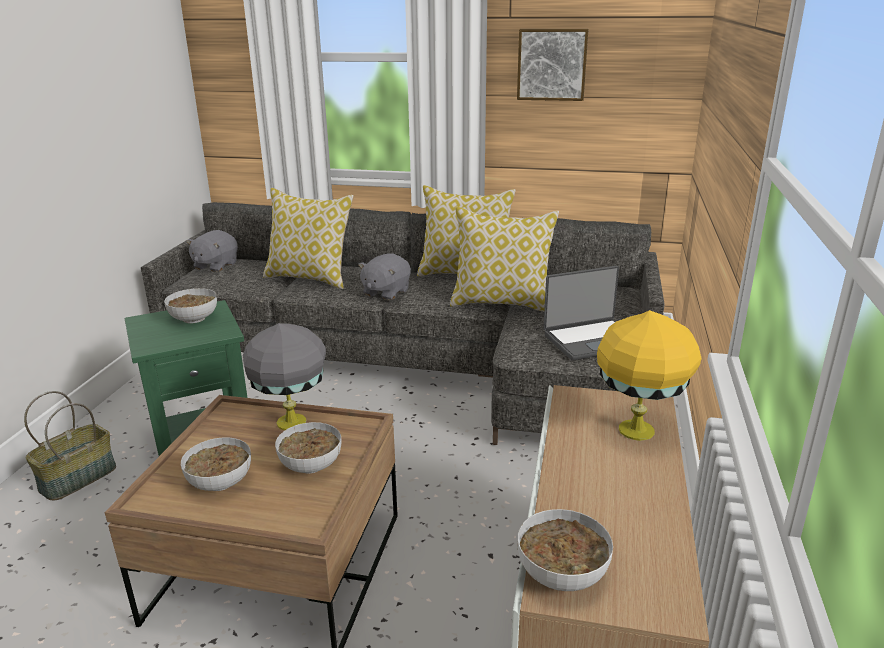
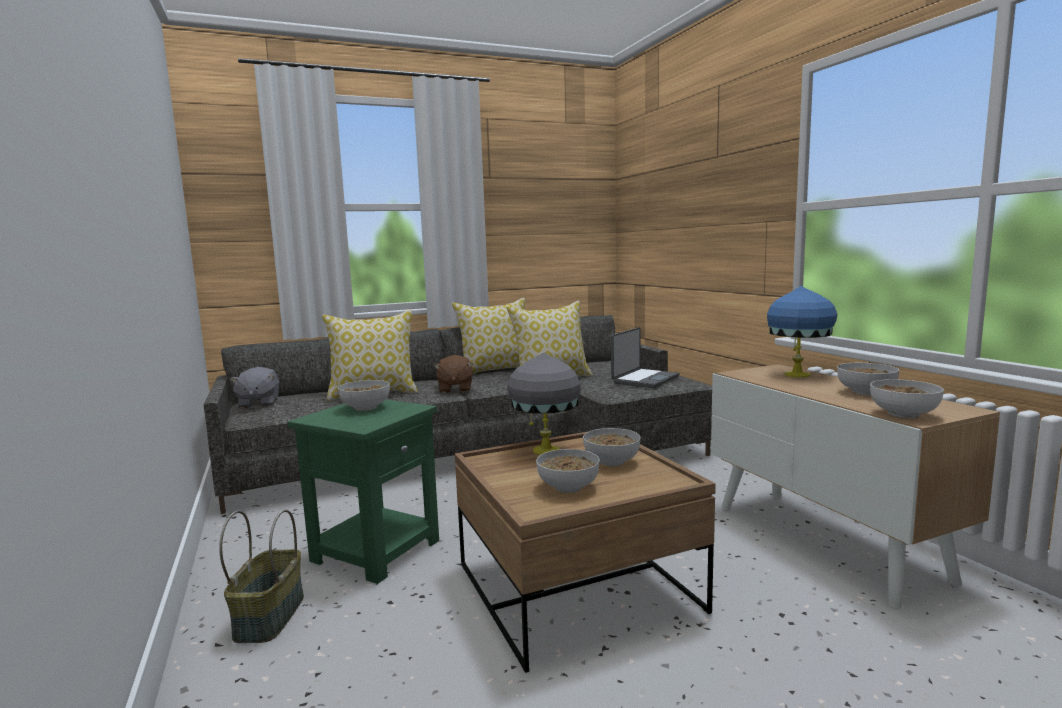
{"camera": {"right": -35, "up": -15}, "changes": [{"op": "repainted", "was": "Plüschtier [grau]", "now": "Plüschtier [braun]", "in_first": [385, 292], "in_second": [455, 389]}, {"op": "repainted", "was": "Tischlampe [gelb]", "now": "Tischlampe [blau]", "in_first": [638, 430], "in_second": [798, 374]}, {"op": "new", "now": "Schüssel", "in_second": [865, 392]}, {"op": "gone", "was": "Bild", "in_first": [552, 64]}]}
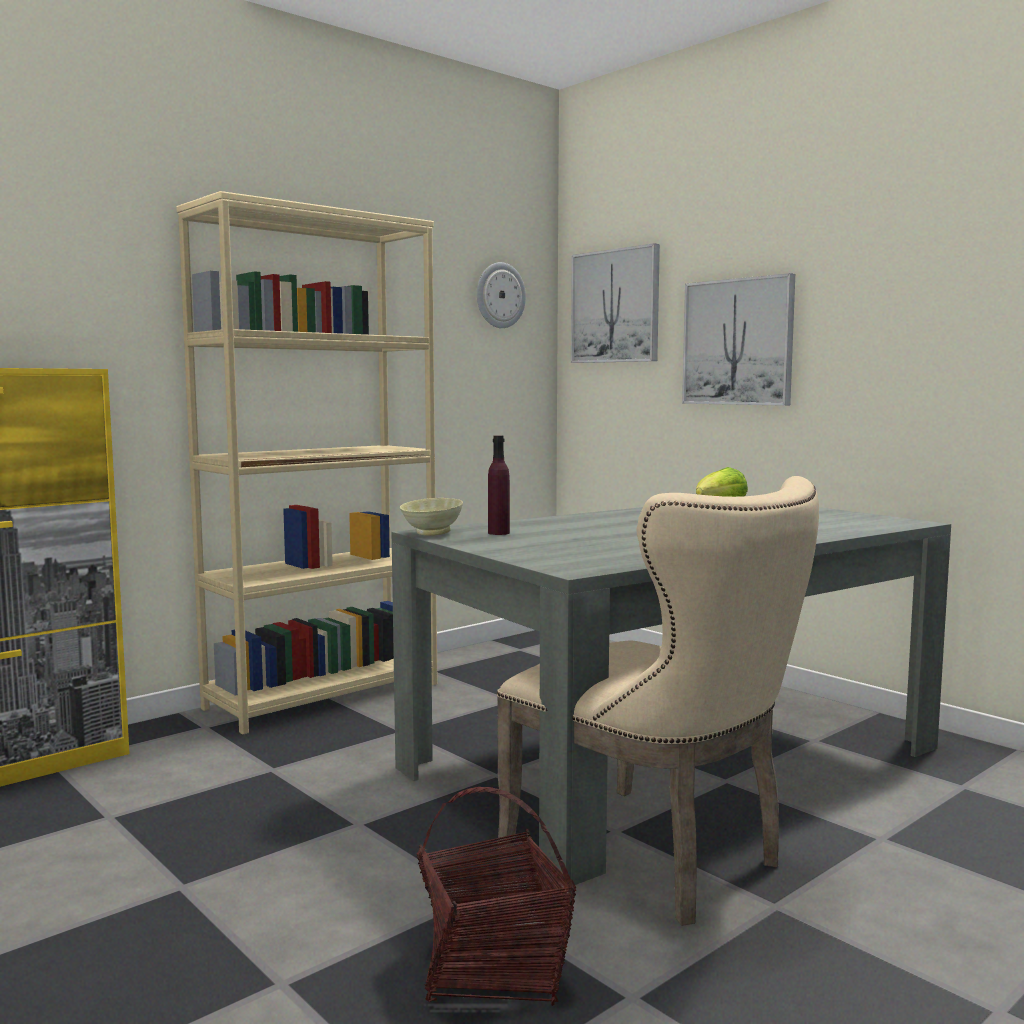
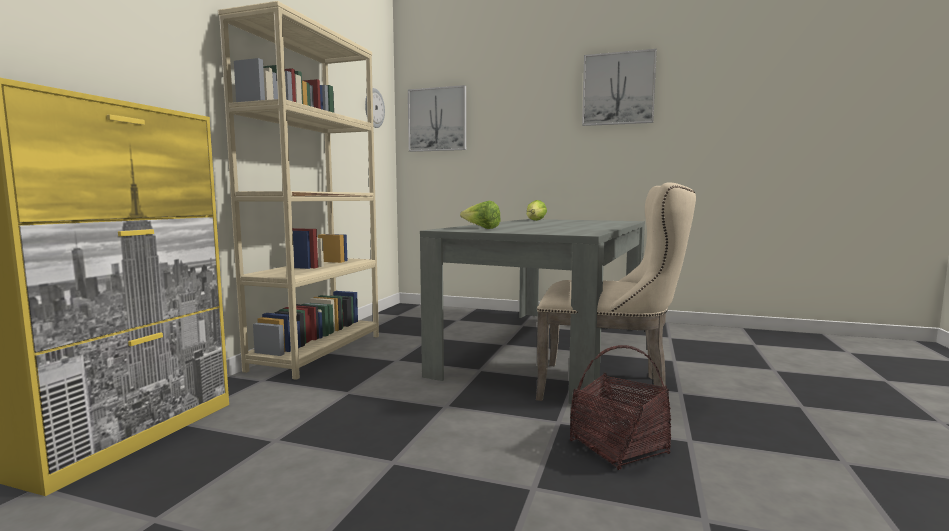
{"camera": {"right": -30, "up": 0}, "changes": [{"op": "swapped", "was": "Flasche [lila]", "now": "Salatkopf", "in_first": [498, 533], "in_second": [481, 228]}, {"op": "shifted", "was": "Bild", "in_first": [738, 342], "in_second": [618, 89]}, {"op": "gone", "was": "Schüssel [beige]", "in_first": [431, 533]}]}
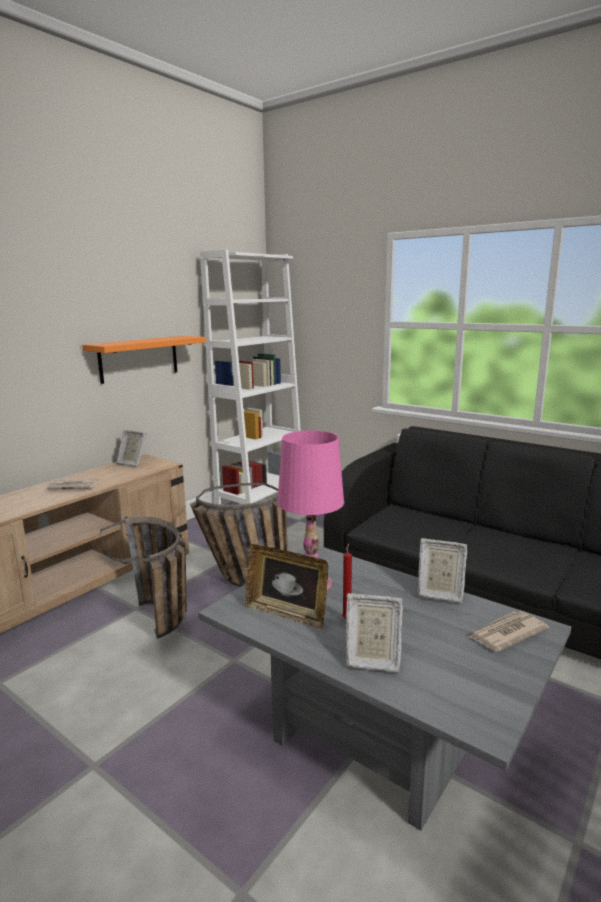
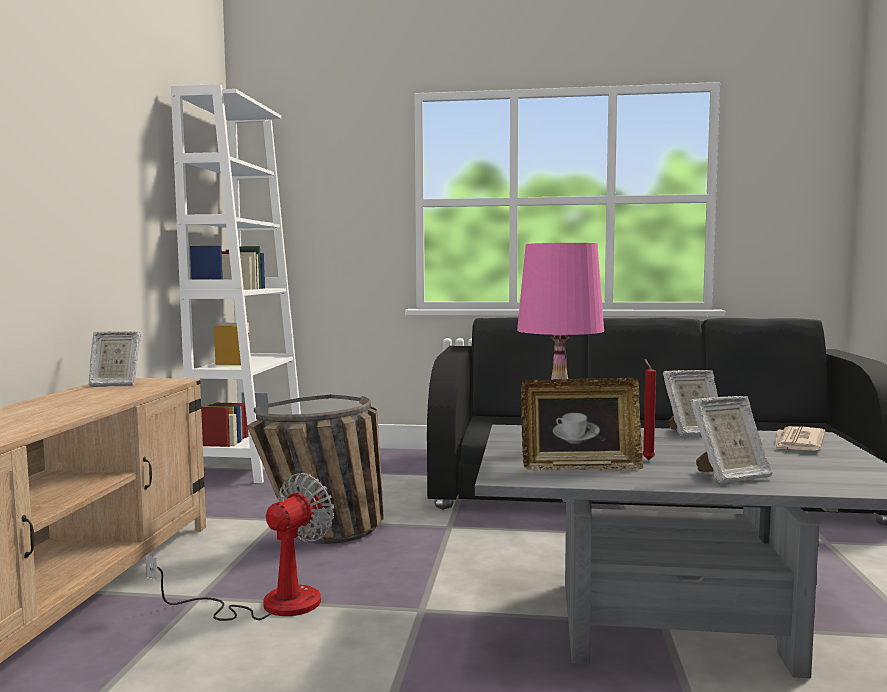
{"camera": {"right": -30, "up": -10}, "changes": [{"op": "swapped", "was": "Korb", "now": "Ventilator", "in_first": [163, 625], "in_second": [269, 604]}, {"op": "gone", "was": "Zeitung", "in_first": [73, 488]}, {"op": "gone", "was": "Wandregal [orange]", "in_first": [139, 358]}]}
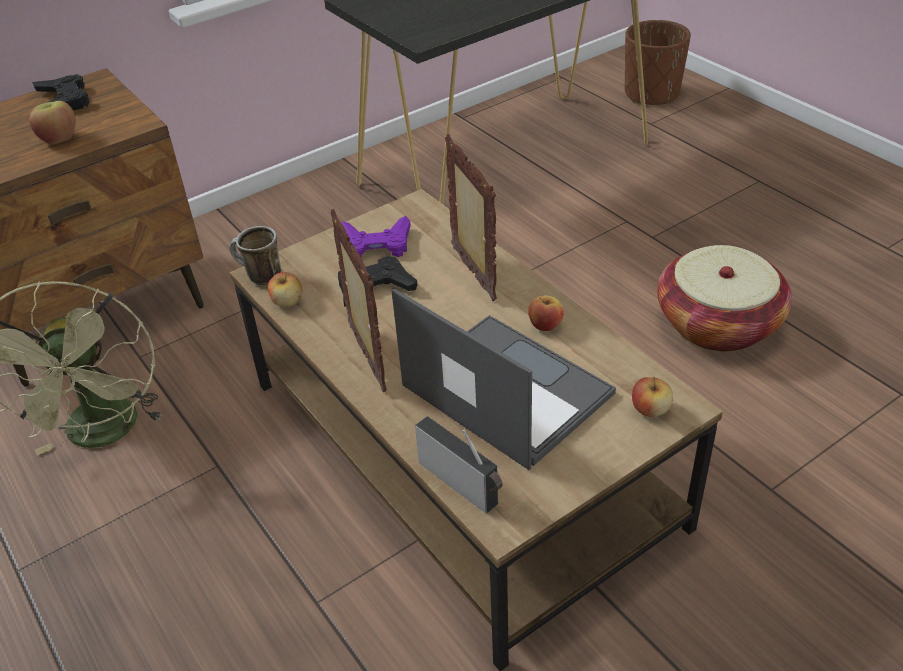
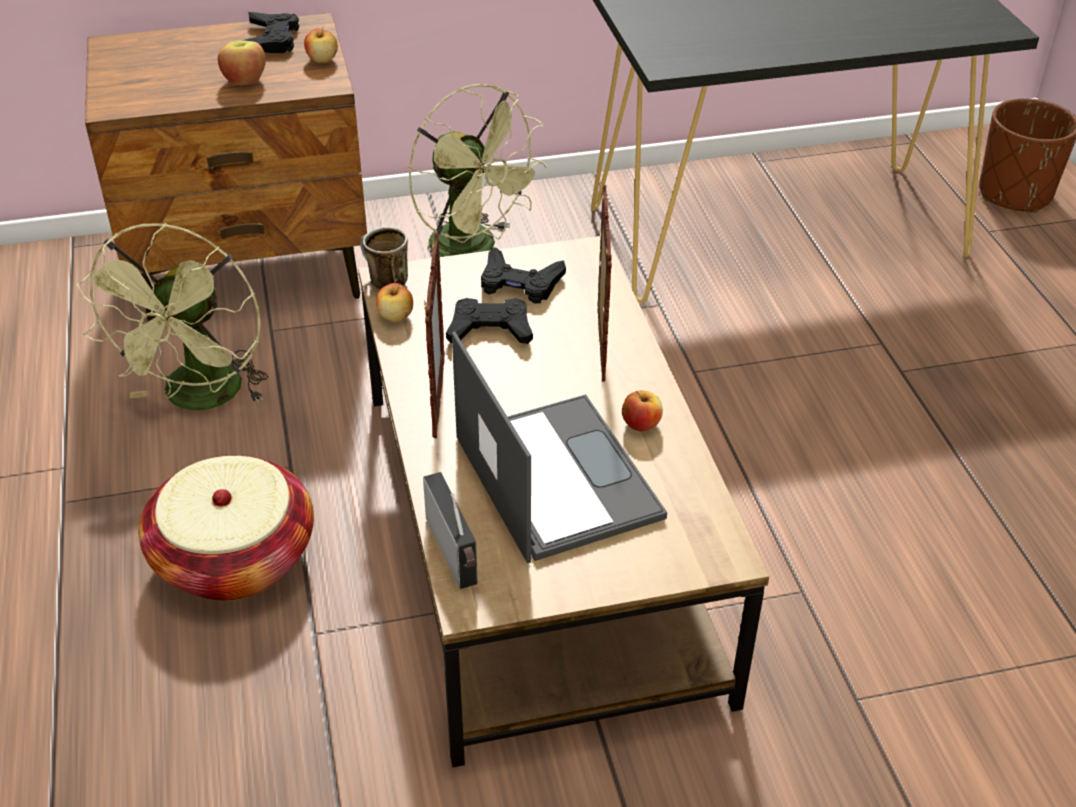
{"camera": {"right": 20, "up": 0}, "changes": [{"op": "shifted", "was": "Korb", "in_first": [717, 324], "in_second": [234, 558]}, {"op": "shifted", "was": "Apfel", "in_first": [650, 410], "in_second": [322, 60]}, {"op": "new", "now": "Ventilator [grün]", "in_second": [475, 250]}, {"op": "repainted", "was": "Gamepad [lila]", "now": "Gamepad [schwarz]", "in_first": [376, 244], "in_second": [520, 283]}]}
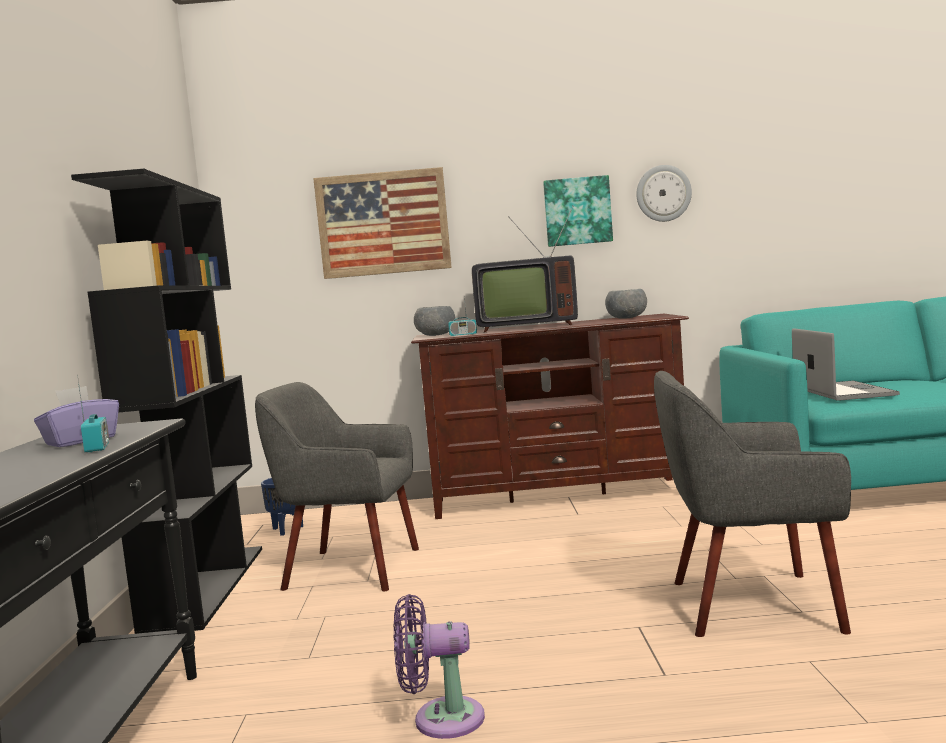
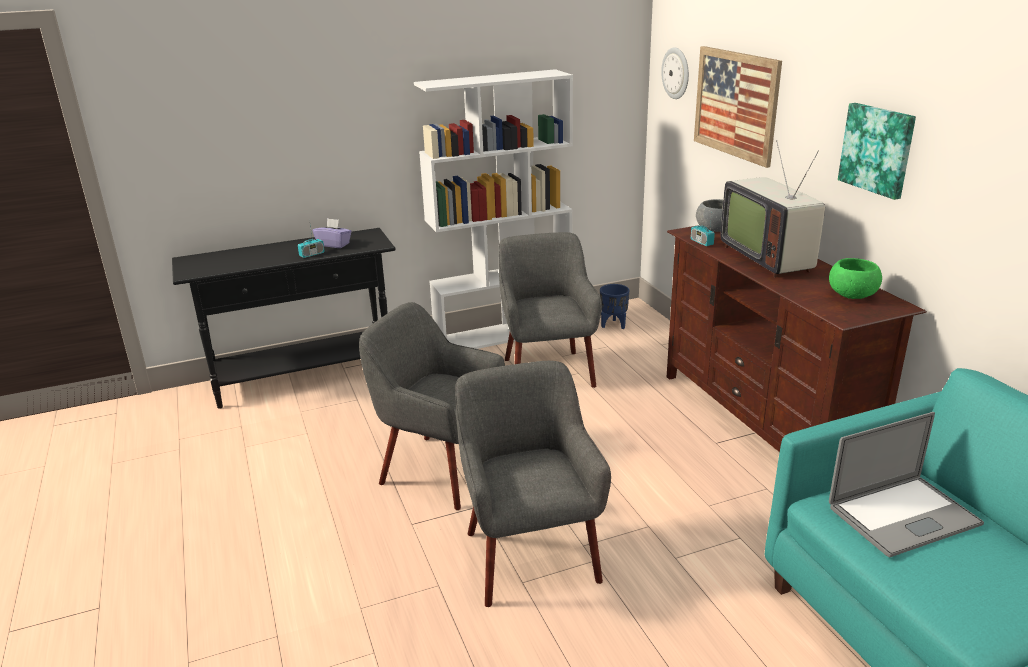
{"camera": {"right": 70, "up": 20}, "changes": [{"op": "new", "now": "Sessel [grau]", "in_second": [440, 469]}, {"op": "repainted", "was": "Bücherregal [schwarz]", "now": "Bücherregal [weiß]", "in_first": [206, 586], "in_second": [503, 334]}, {"op": "shifted", "was": "Wanduhr", "in_first": [663, 193], "in_second": [676, 73]}, {"op": "repainted", "was": "Schüssel [grau]", "now": "Schüssel [grün]", "in_first": [627, 318], "in_second": [852, 295]}, {"op": "gone", "was": "Ventilator [lila]", "in_first": [441, 719]}]}
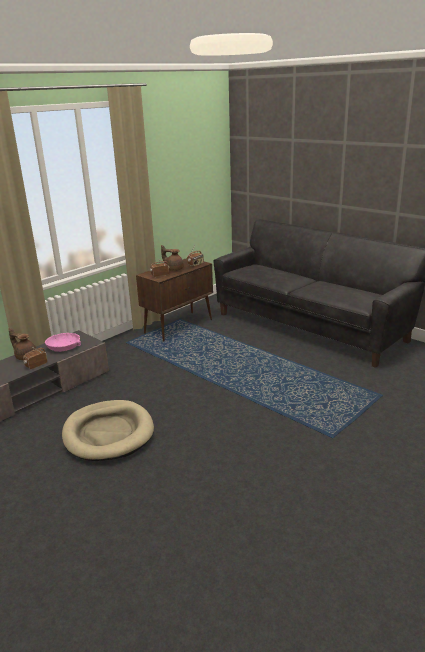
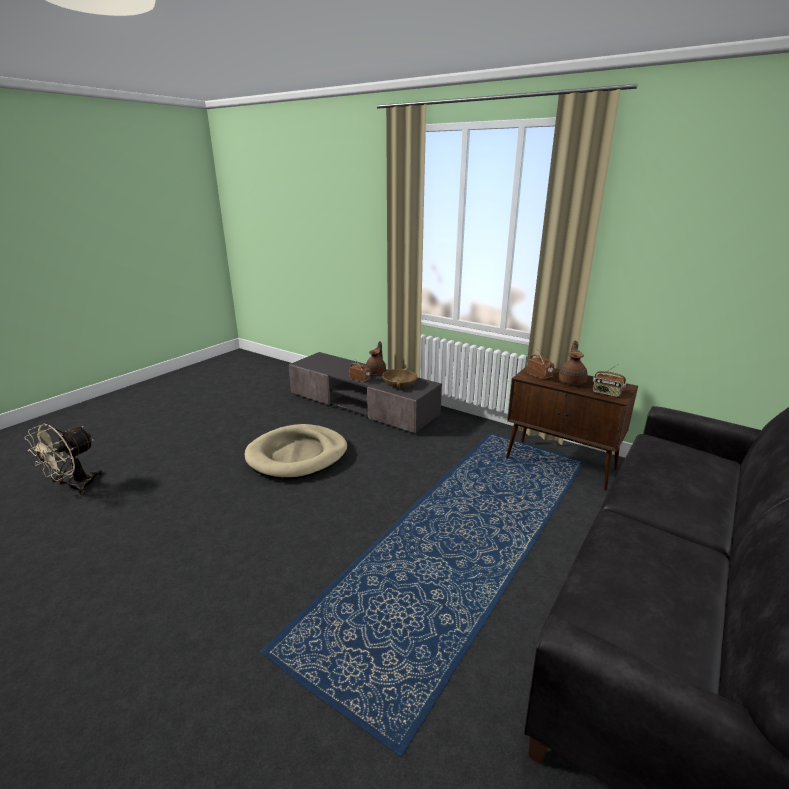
{"camera": {"right": 80, "up": 0}, "changes": [{"op": "new", "now": "Ventilator [beige]", "in_second": [74, 487]}, {"op": "repainted", "was": "Schüssel [rosa]", "now": "Schüssel [braun]", "in_first": [64, 347], "in_second": [399, 383]}]}
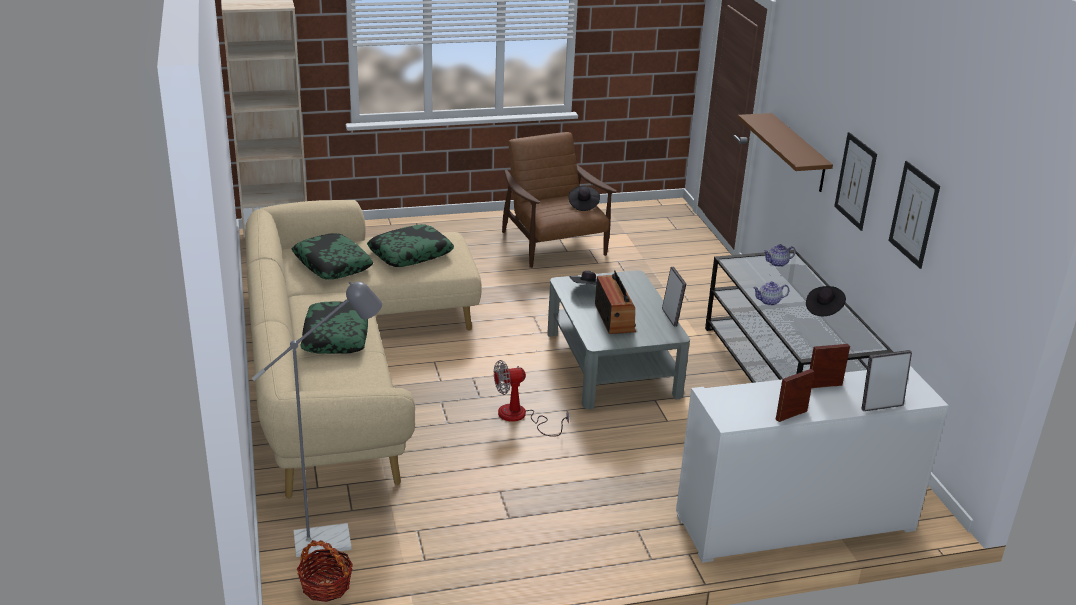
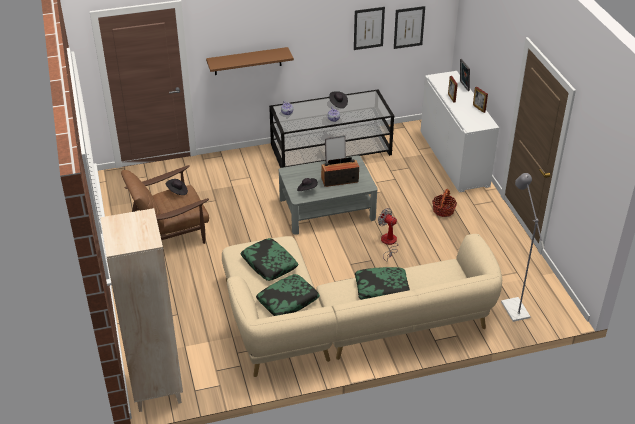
{"camera": {"right": -90, "up": 10}, "changes": [{"op": "rotated", "was": "Ventilator", "in_first": [520, 417], "in_second": [388, 243], "clockwise": 150}, {"op": "shifted", "was": "Bild", "in_first": [855, 181], "in_second": [409, 27]}, {"op": "shifted", "was": "Korb", "in_first": [325, 586], "in_second": [443, 210]}]}
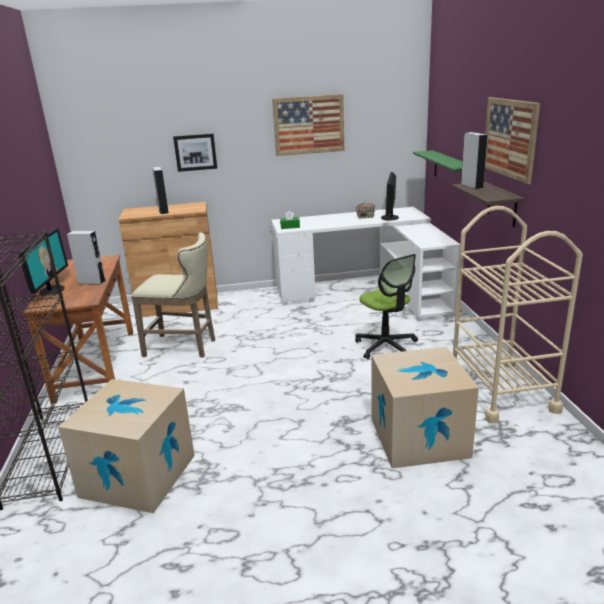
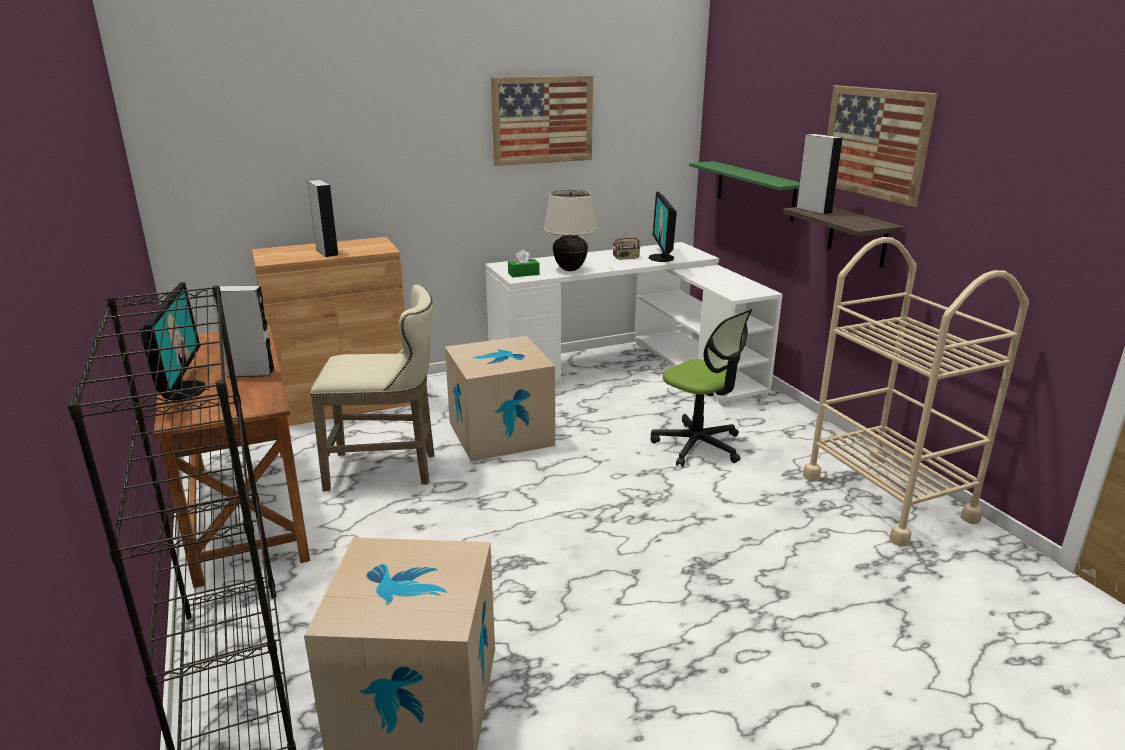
{"camera": {"right": -15, "up": 0}, "changes": [{"op": "shifted", "was": "Karton", "in_first": [419, 437], "in_second": [501, 434]}, {"op": "new", "now": "Tischlampe [beige]", "in_second": [570, 269]}, {"op": "gone", "was": "Bild", "in_first": [195, 152]}]}
